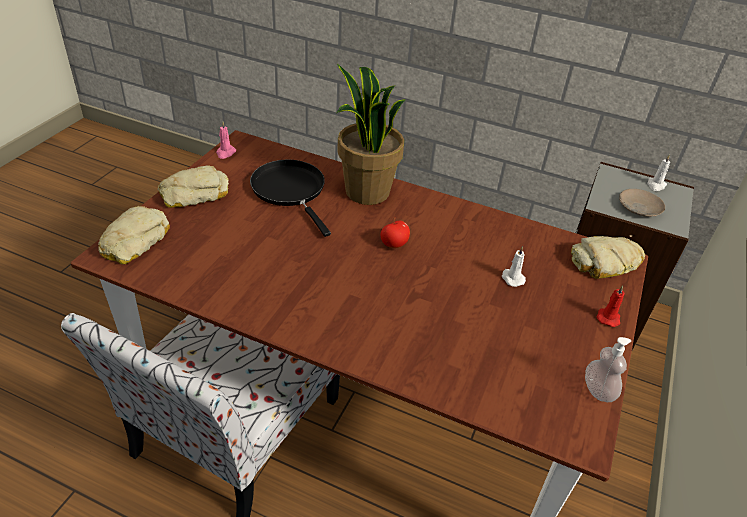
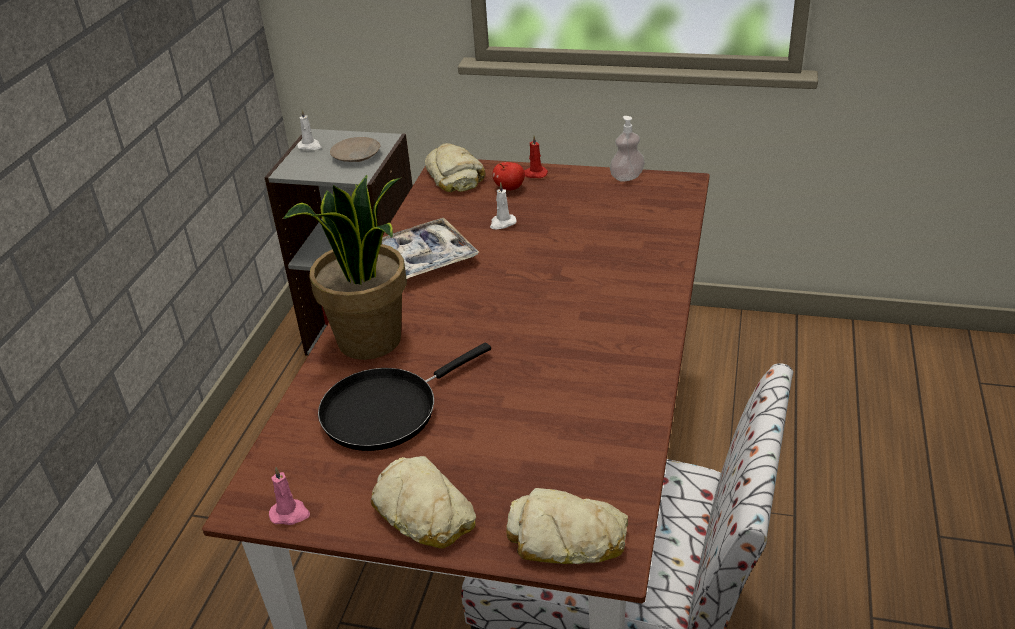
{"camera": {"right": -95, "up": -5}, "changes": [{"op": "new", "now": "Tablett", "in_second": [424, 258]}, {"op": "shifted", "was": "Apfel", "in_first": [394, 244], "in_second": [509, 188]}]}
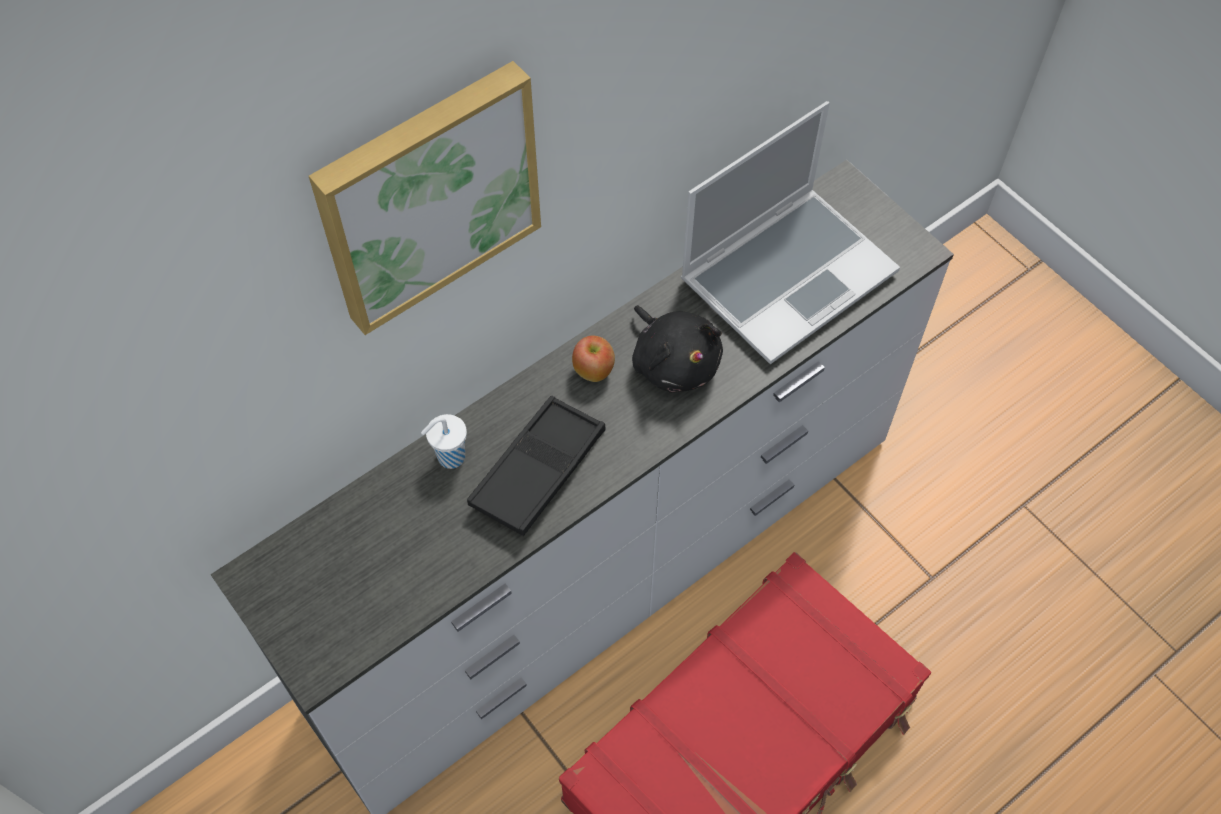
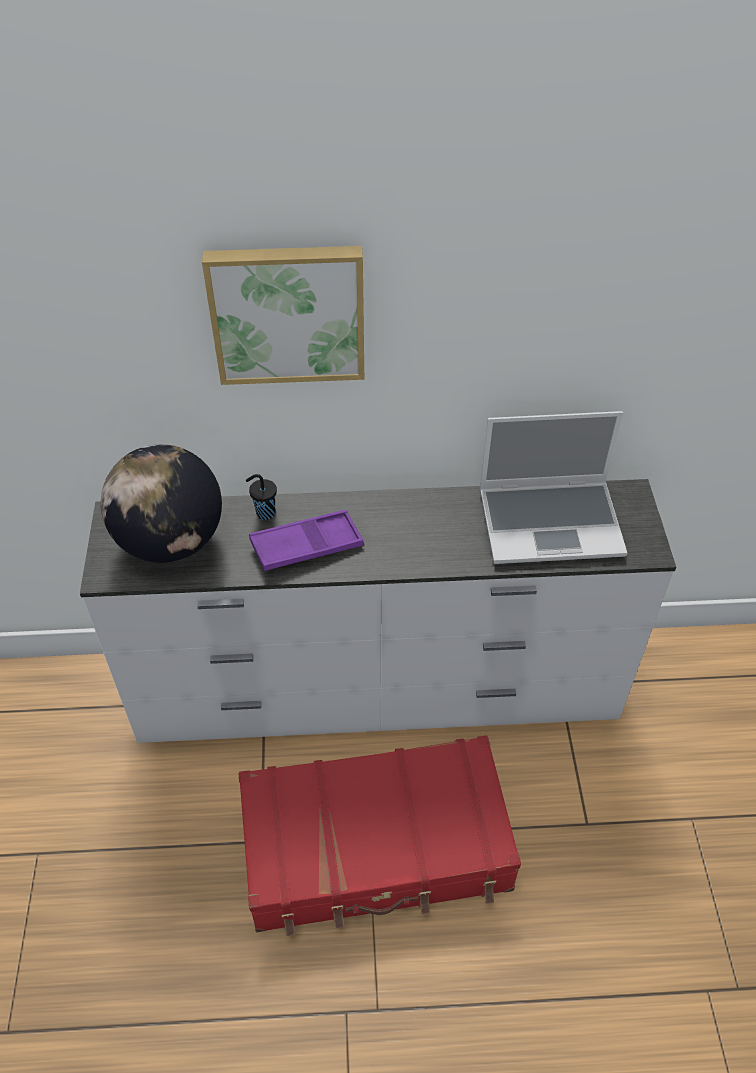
{"camera": {"right": 35, "up": -10}, "changes": [{"op": "new", "now": "Globus", "in_second": [170, 541]}, {"op": "repainted", "was": "Tasse [weiß]", "now": "Tasse [schwarz]", "in_first": [449, 457], "in_second": [264, 513]}, {"op": "repainted", "was": "Tablett [schwarz]", "now": "Tablett [lila]", "in_first": [538, 470], "in_second": [306, 546]}, {"op": "gone", "was": "Apfel", "in_first": [594, 370]}, {"op": "gone", "was": "Plüschtier [schwarz]", "in_first": [674, 362]}]}
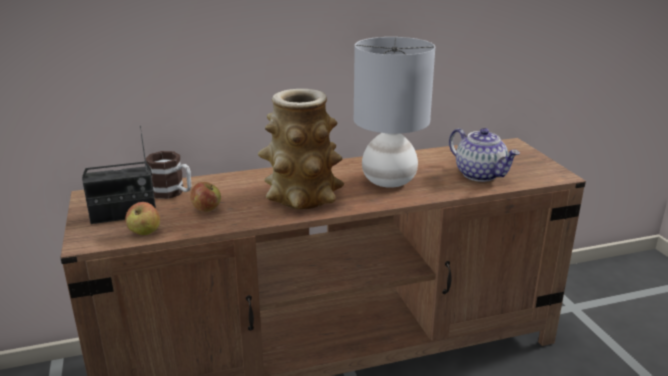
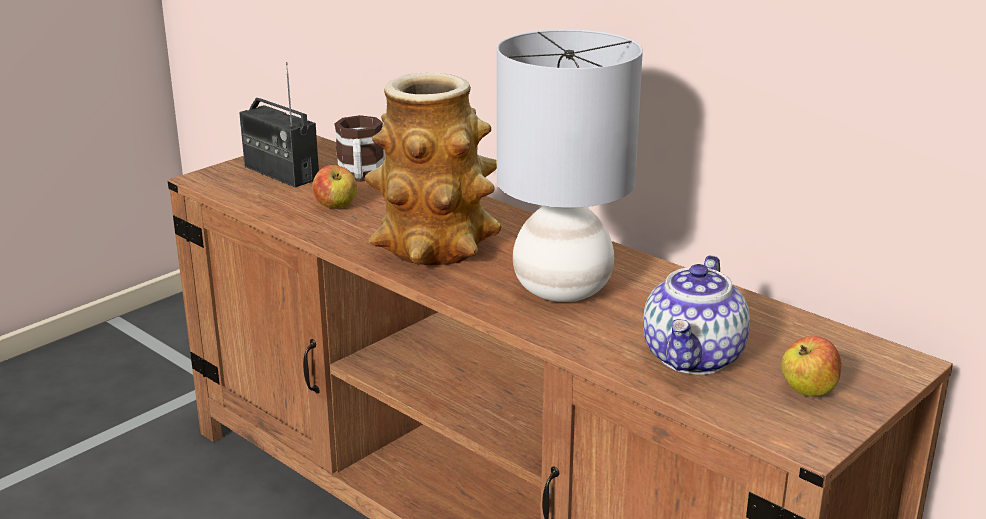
{"camera": {"right": 60, "up": 0}, "changes": [{"op": "shifted", "was": "Apfel", "in_first": [144, 232], "in_second": [808, 390]}]}
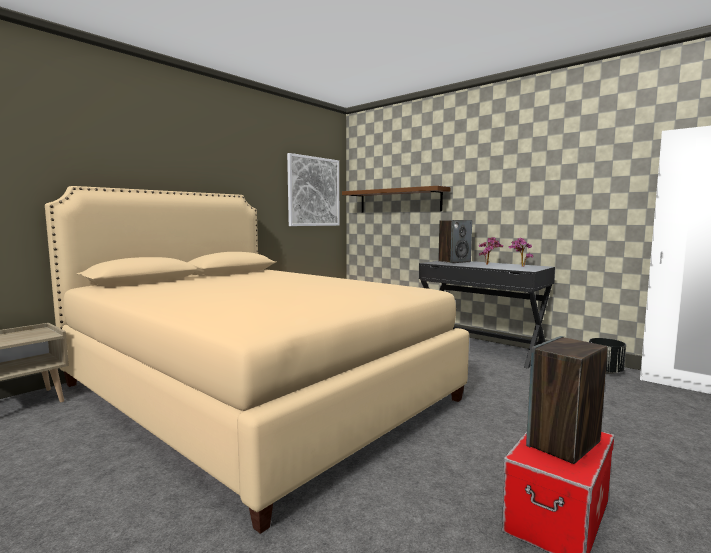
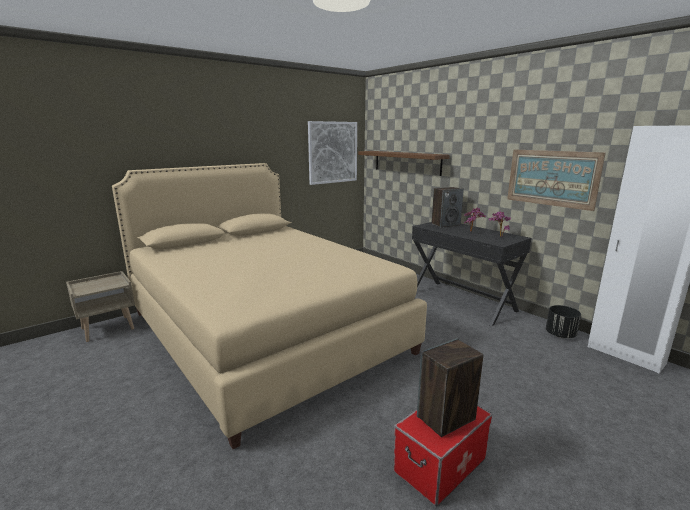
{"camera": {"right": 10, "up": 10}, "changes": [{"op": "new", "now": "Bild", "in_second": [552, 178]}]}
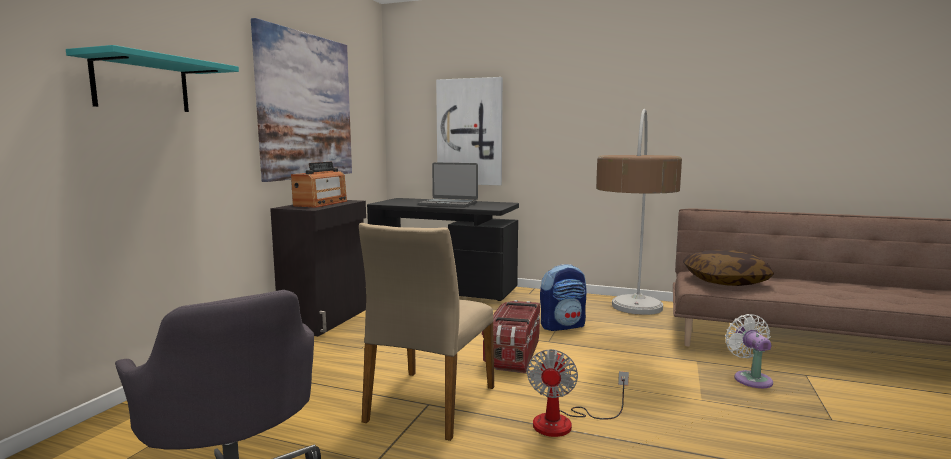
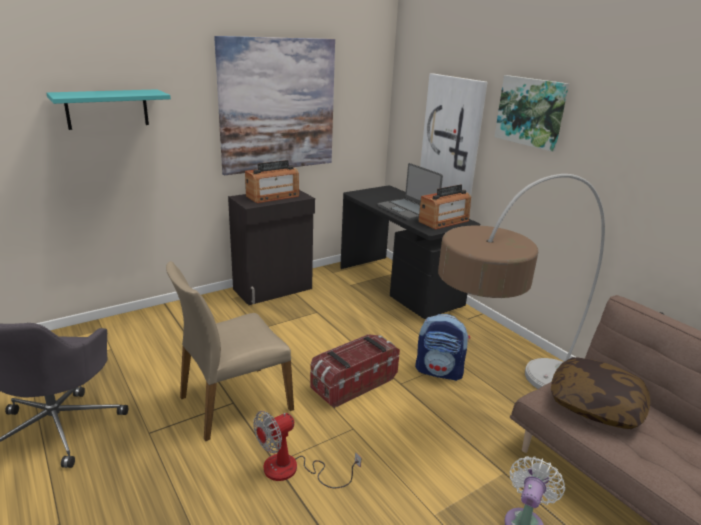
{"camera": {"right": 35, "up": 15}, "changes": [{"op": "new", "now": "Radio", "in_second": [444, 221]}, {"op": "new", "now": "Bild", "in_second": [531, 112]}]}
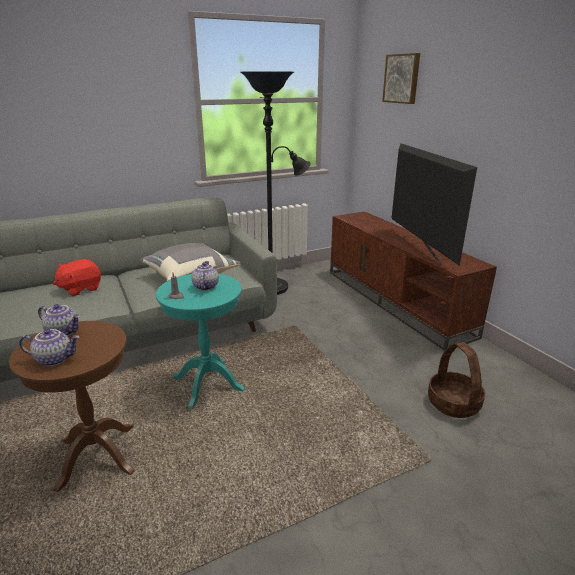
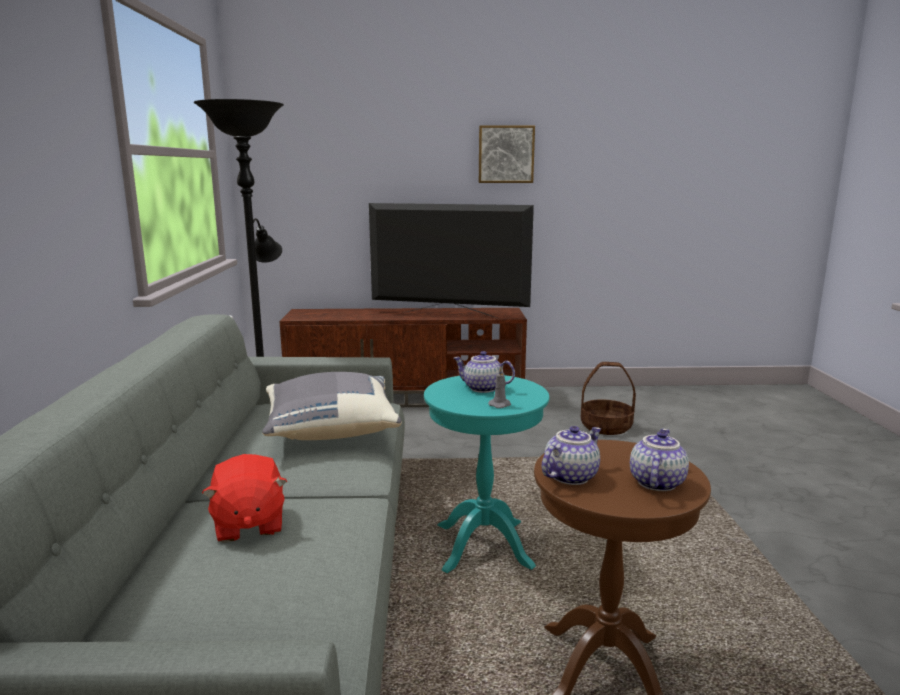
{"camera": {"right": -65, "up": -10}, "changes": [{"op": "shifted", "was": "Bild", "in_first": [402, 78], "in_second": [506, 154]}]}
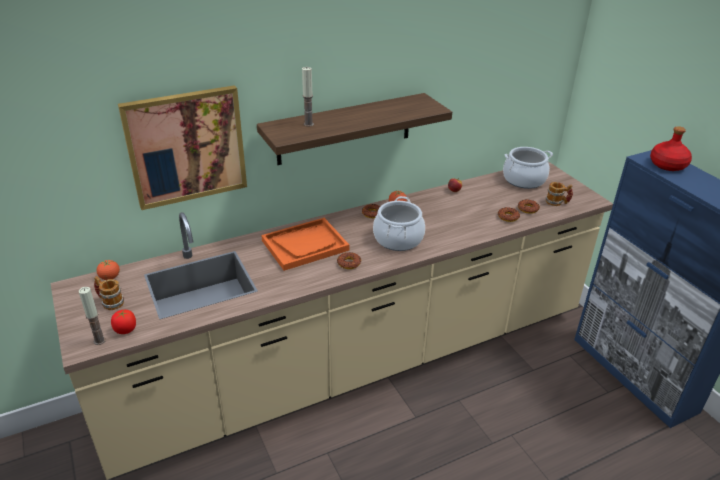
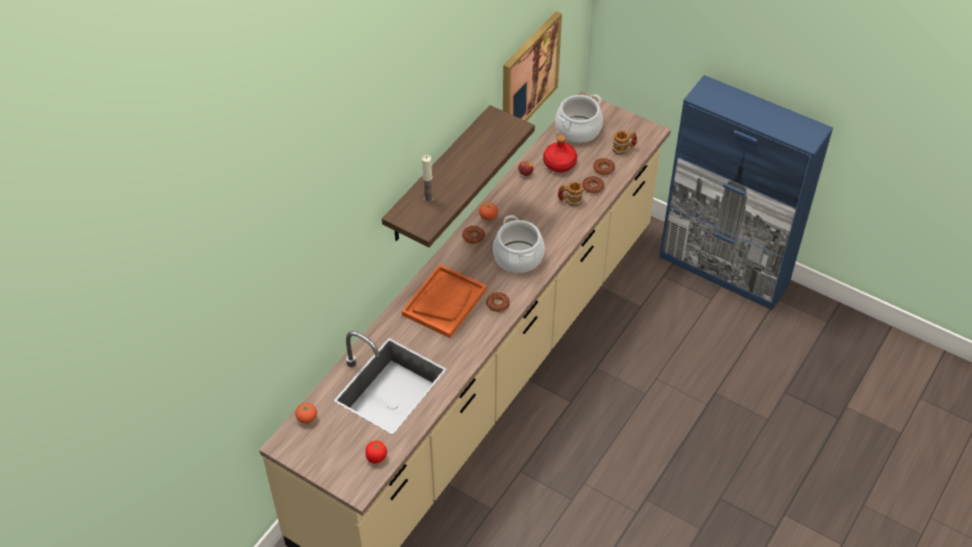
{"camera": {"right": -30, "up": 15}, "changes": [{"op": "shifted", "was": "Bild", "in_first": [186, 146], "in_second": [528, 75]}, {"op": "shifted", "was": "Flasche [rot]", "in_first": [667, 165], "in_second": [559, 163]}, {"op": "shifted", "was": "Henkelbecher", "in_first": [110, 302], "in_second": [570, 200]}, {"op": "gone", "was": "Kerze", "in_first": [99, 341]}]}
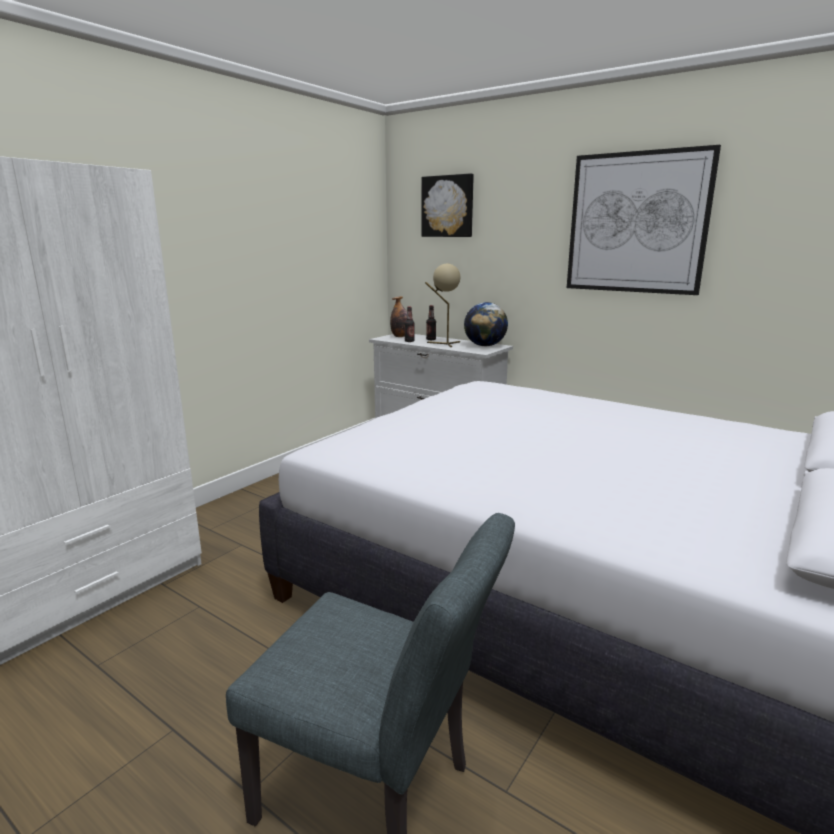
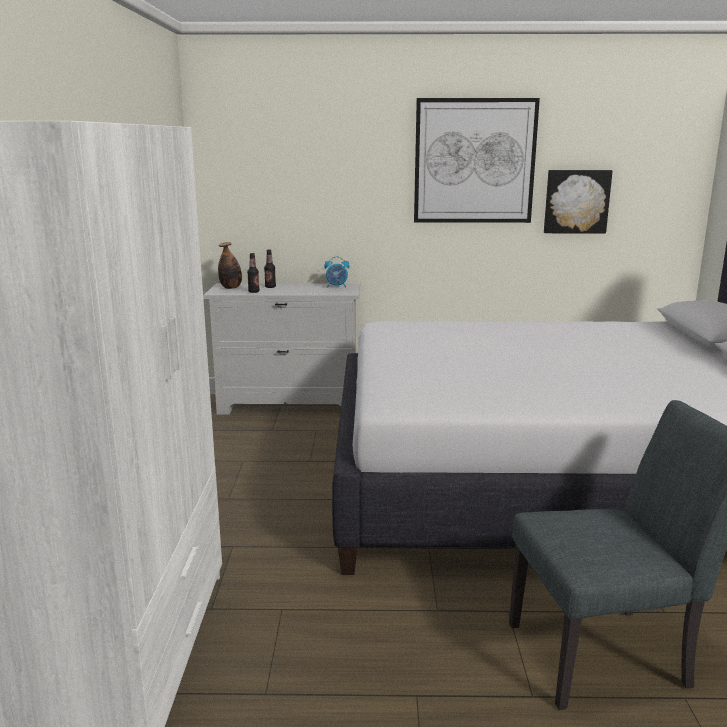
{"camera": {"right": -35, "up": 0}, "changes": [{"op": "swapped", "was": "Globus", "now": "Wecker", "in_first": [485, 346], "in_second": [337, 286]}, {"op": "shifted", "was": "Bild", "in_first": [448, 206], "in_second": [576, 201]}, {"op": "gone", "was": "Tischlampe [beige]", "in_first": [444, 344]}]}
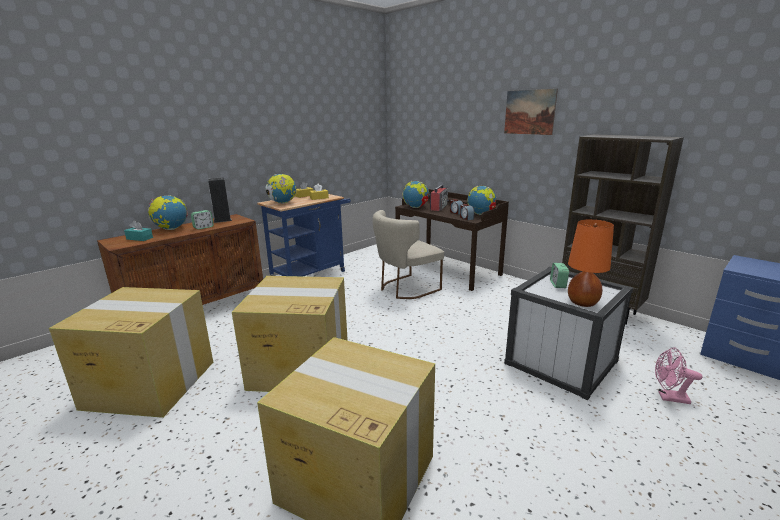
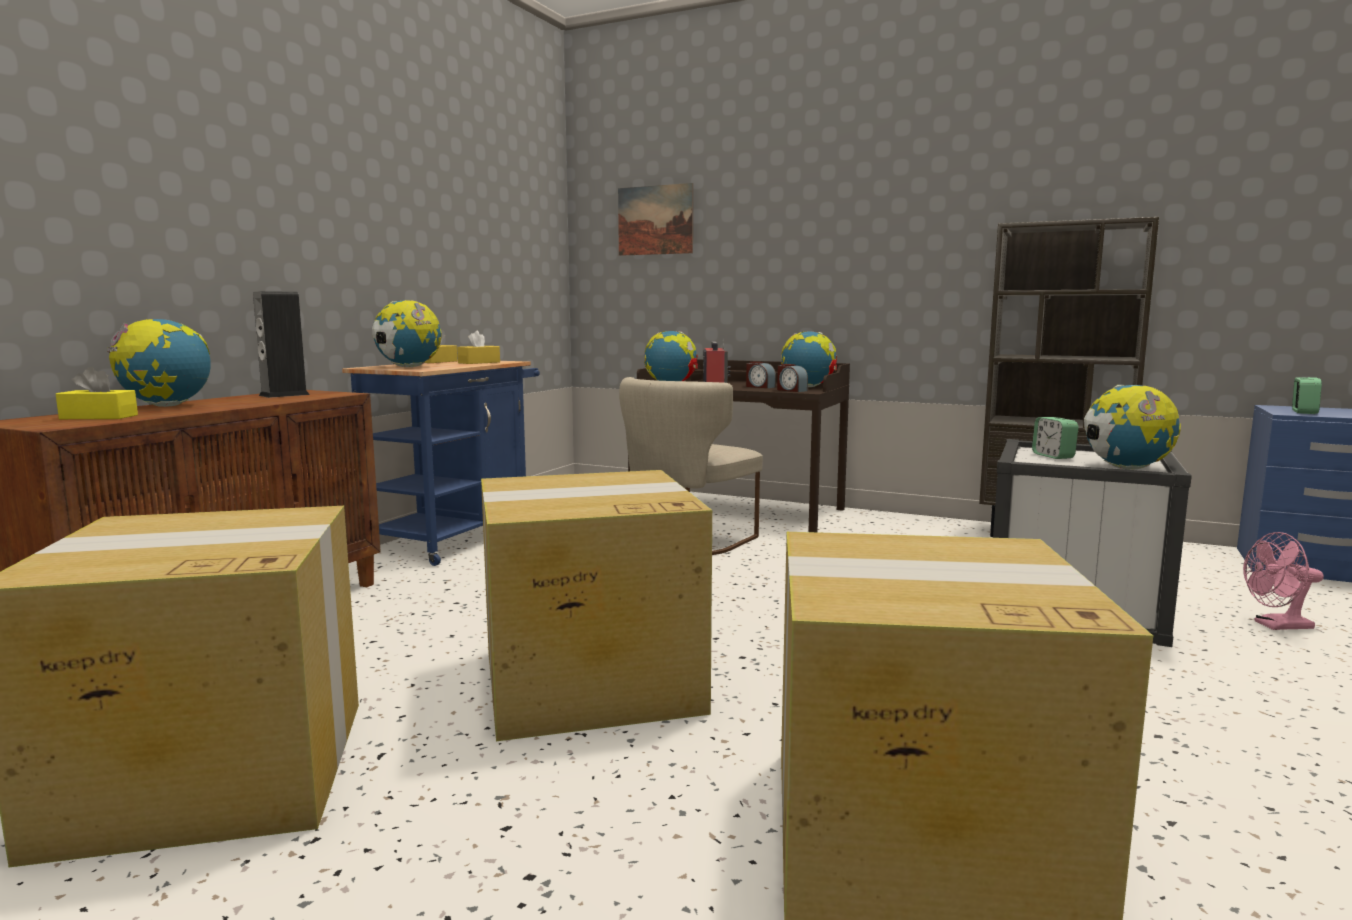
{"camera": {"right": -20, "up": -10}, "changes": [{"op": "repainted", "was": "Taschentuchbox [türkis]", "now": "Taschentuchbox [gelb]", "in_first": [139, 238], "in_second": [99, 417]}, {"op": "shifted", "was": "Bild", "in_first": [529, 112], "in_second": [655, 220]}, {"op": "swapped", "was": "Tischlampe [orange]", "now": "Globus", "in_first": [582, 302], "in_second": [1126, 468]}, {"op": "shifted", "was": "Wecker", "in_first": [203, 227], "in_second": [1304, 412]}]}
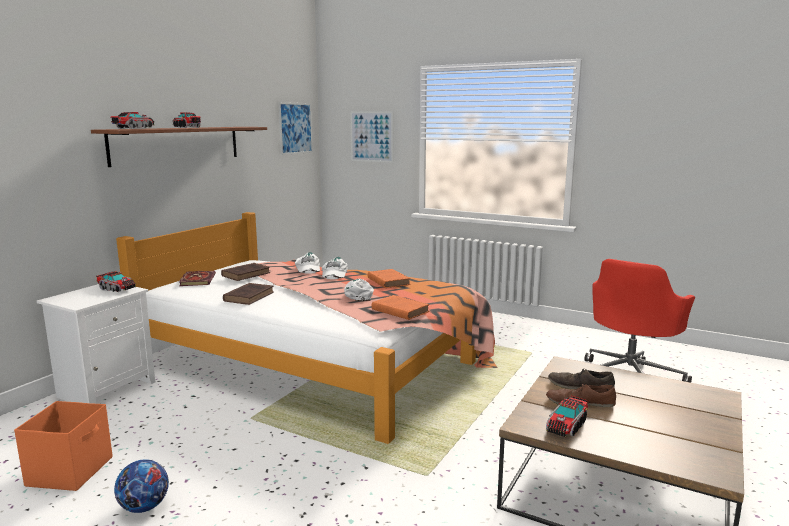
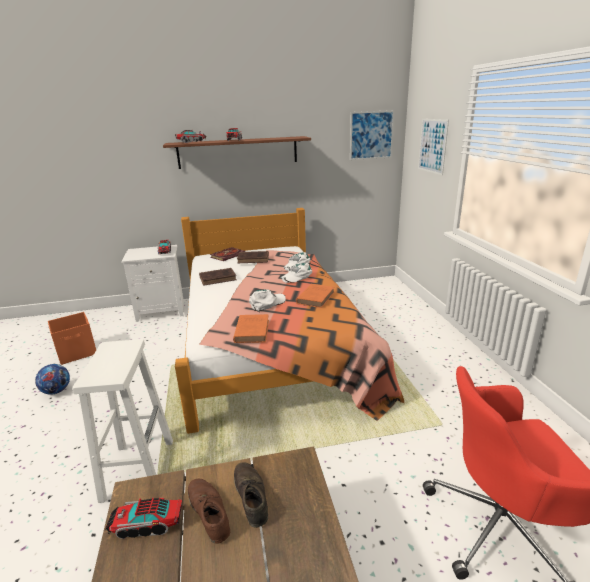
{"camera": {"right": 50, "up": 10}, "changes": [{"op": "new", "now": "Hocker [weiß]", "in_second": [138, 468]}]}
